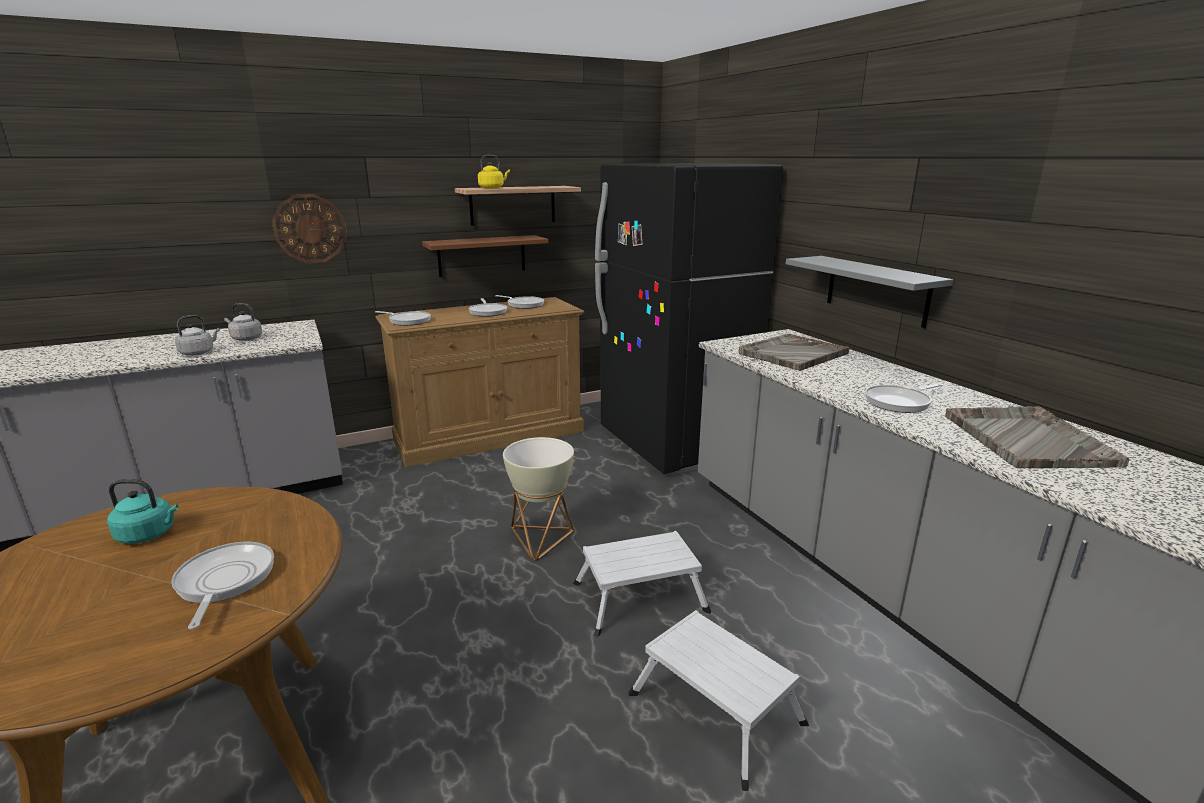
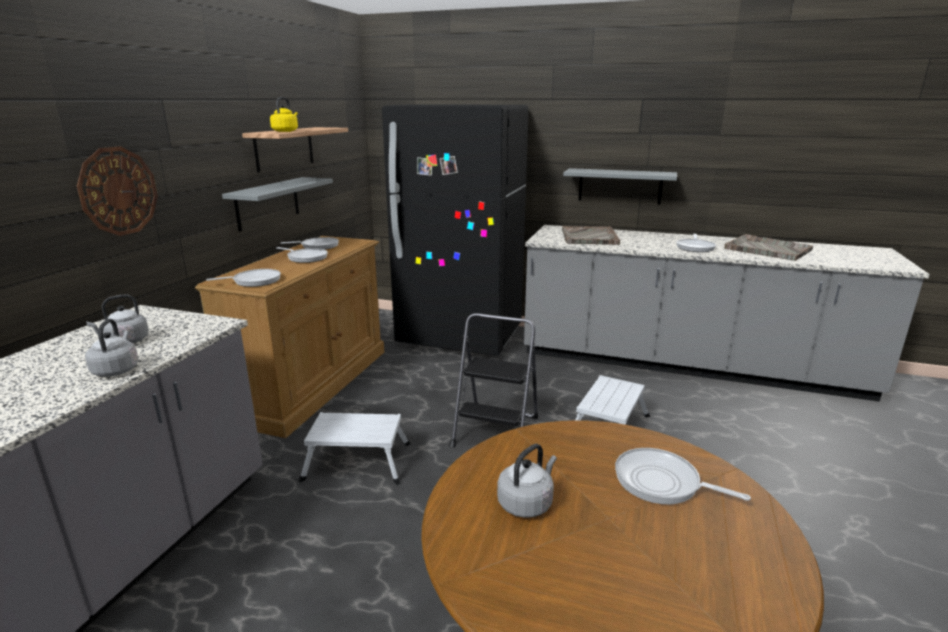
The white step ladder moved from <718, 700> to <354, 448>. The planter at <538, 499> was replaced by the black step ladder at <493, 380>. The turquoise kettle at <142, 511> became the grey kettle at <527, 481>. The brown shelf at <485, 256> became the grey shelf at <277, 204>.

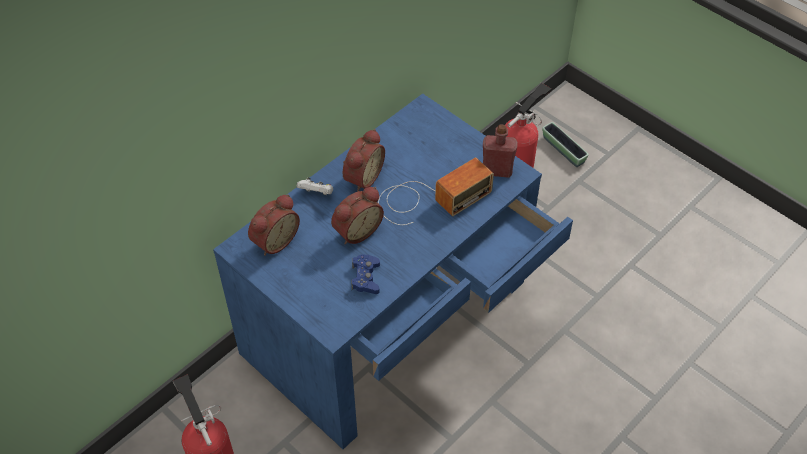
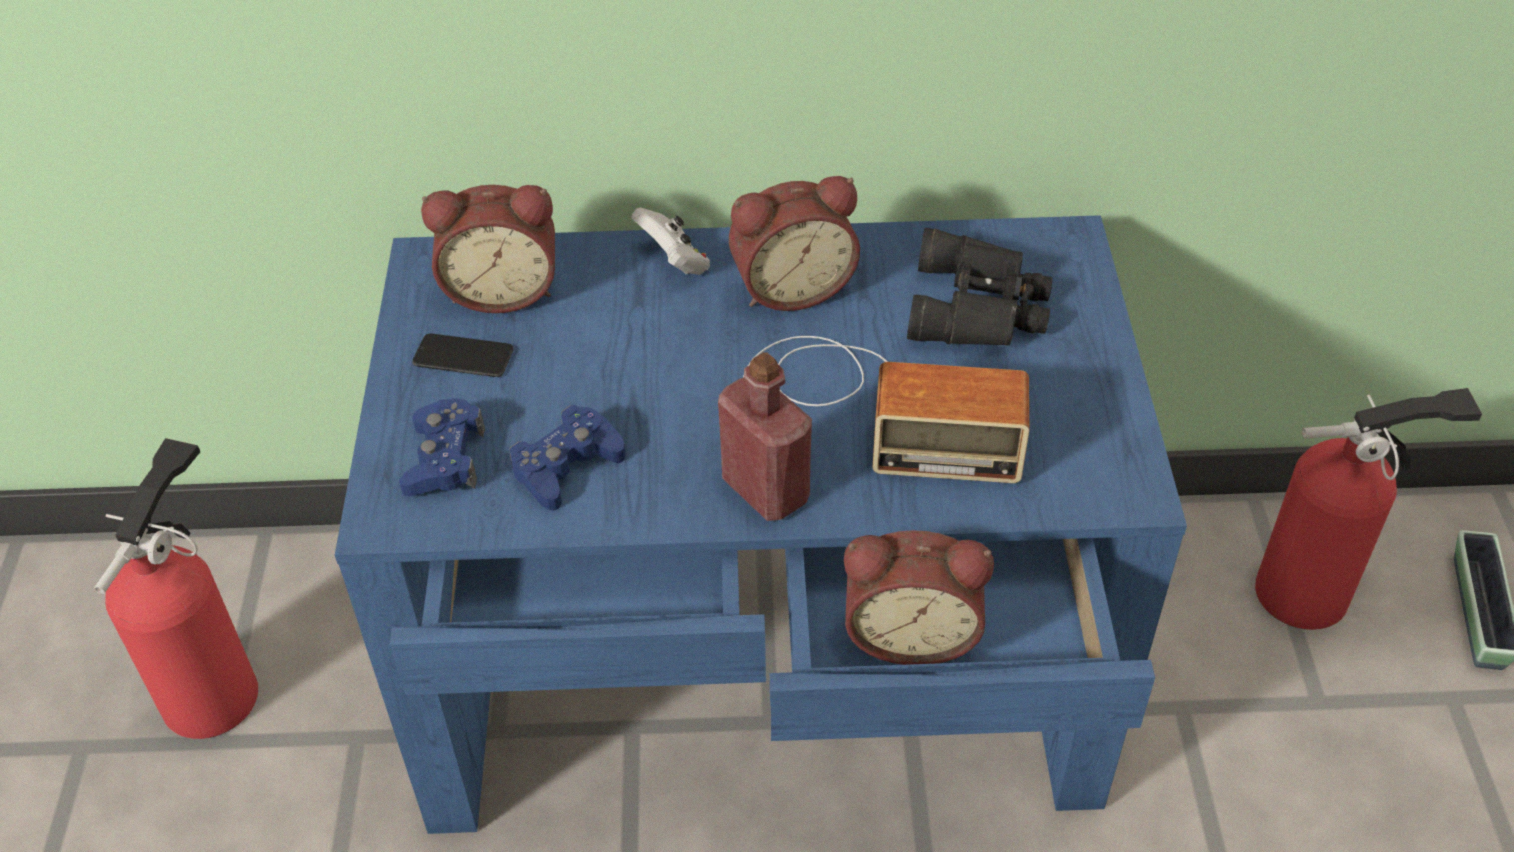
The blue game controller at <442, 447> appeared. The phone at <463, 355> appeared. The black binoculars at <979, 287> appeared. The alarm clock moved from <357, 216> to <919, 597>. The red bottle moved from <500, 151> to <765, 436>.

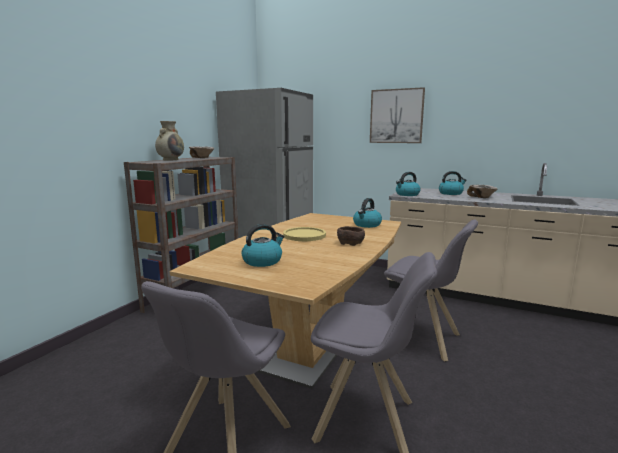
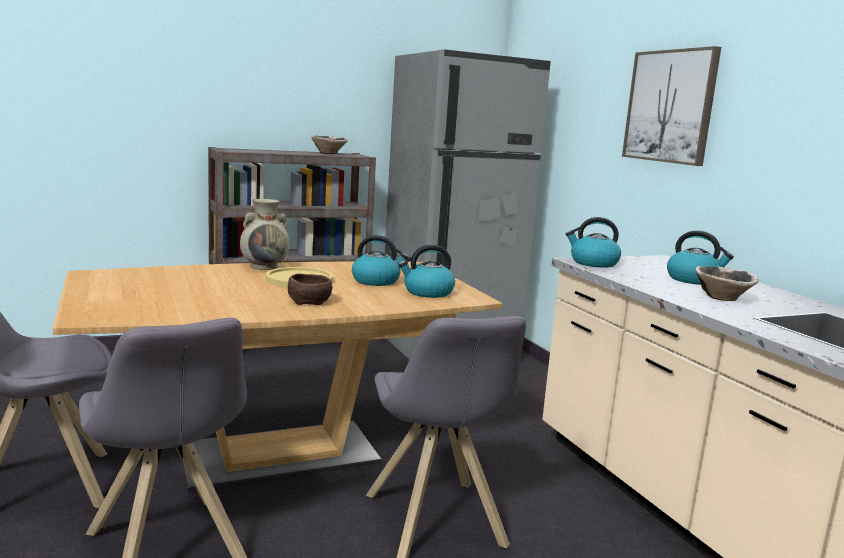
The beige vase moved from <169, 140> to <265, 234>. The kettle moved from <263, 245> to <380, 260>.

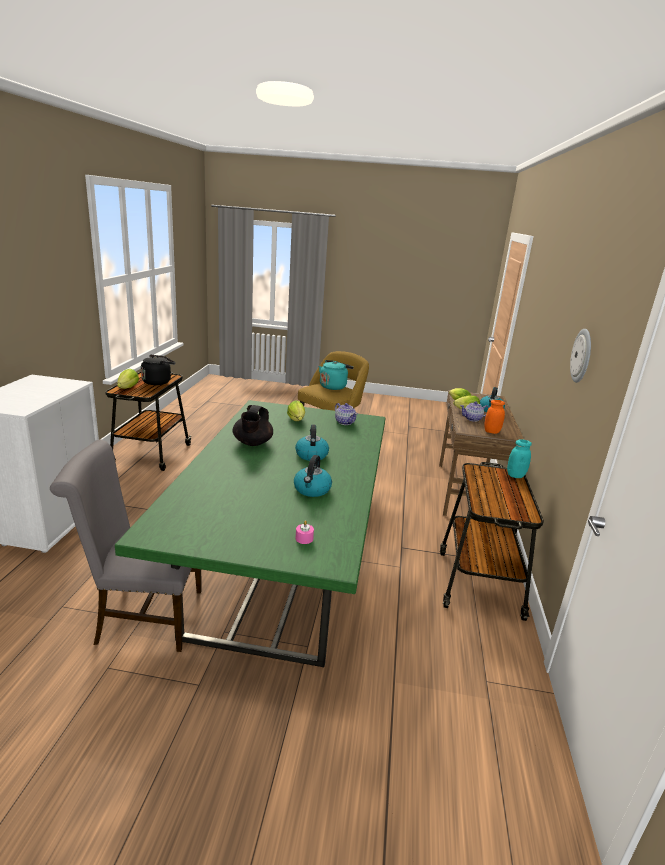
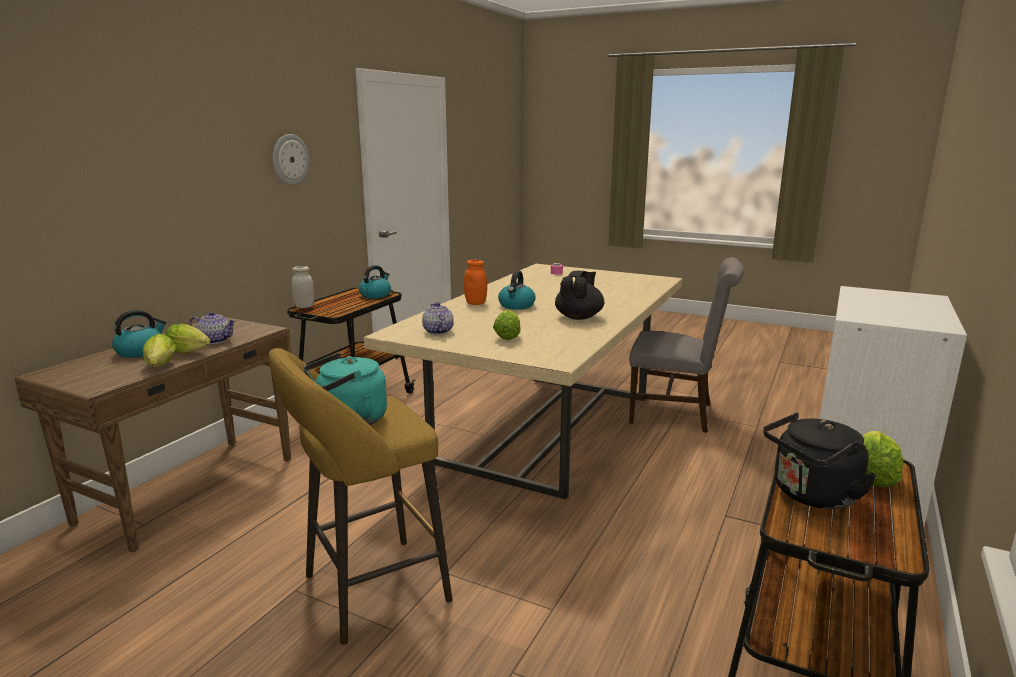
The kettle moved from <313, 476> to <375, 282>. The orange jar moved from <494, 417> to <475, 282>. The green dining table at <250, 533> became the beige dining table at <523, 381>. The turquoise jar at <519, 458> became the white jar at <302, 287>.

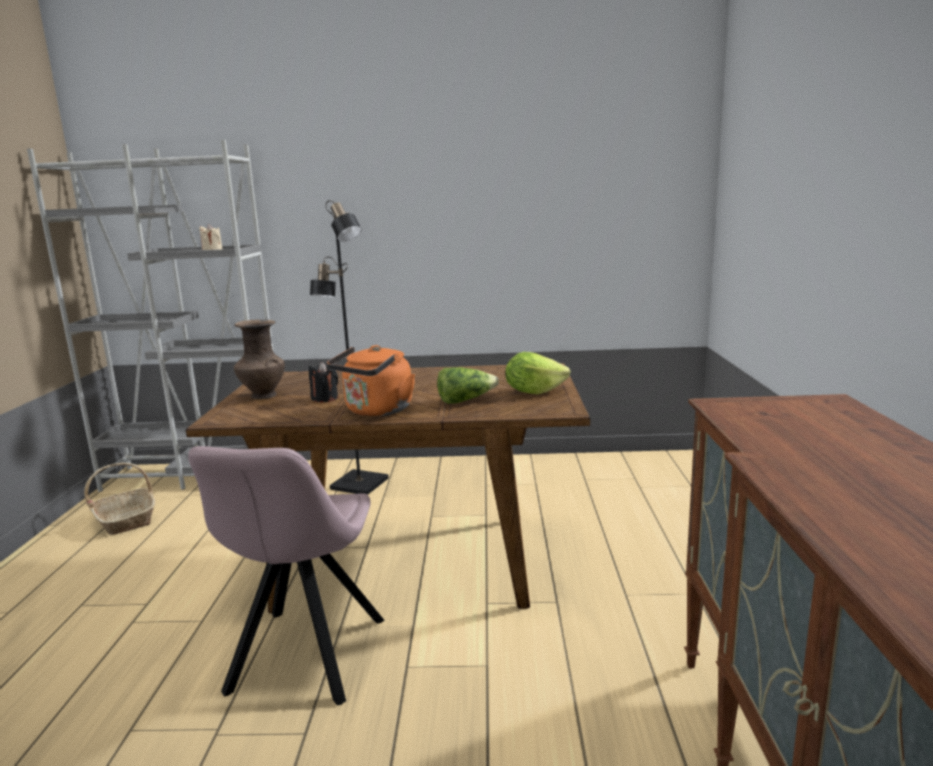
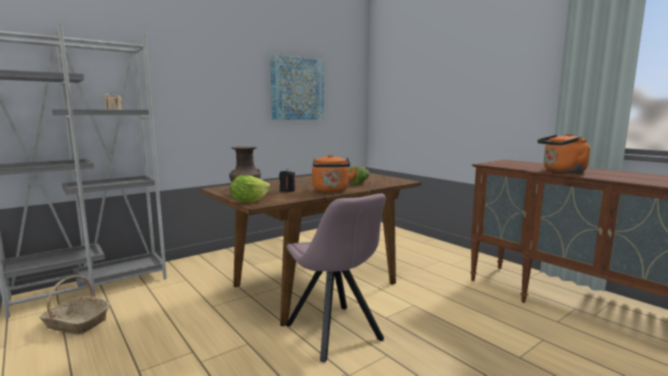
The black floor lamp at <349, 347> disappeared. The picture at <297, 87> appeared. The orange kettle at <563, 153> appeared. The lettuce moved from <538, 373> to <250, 188>.

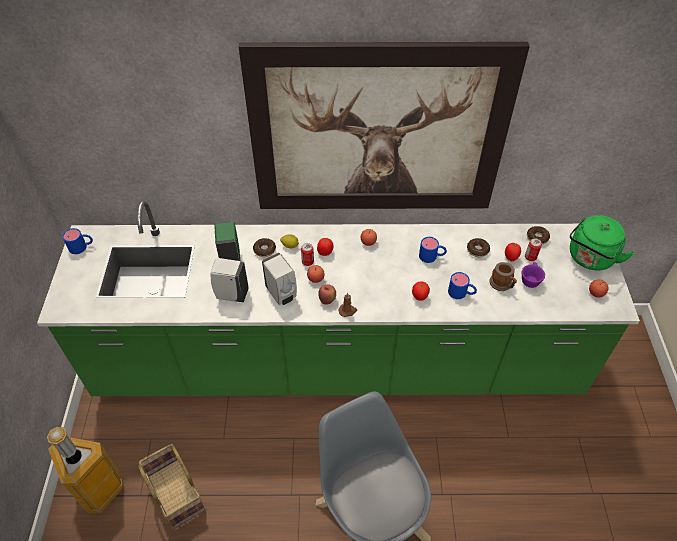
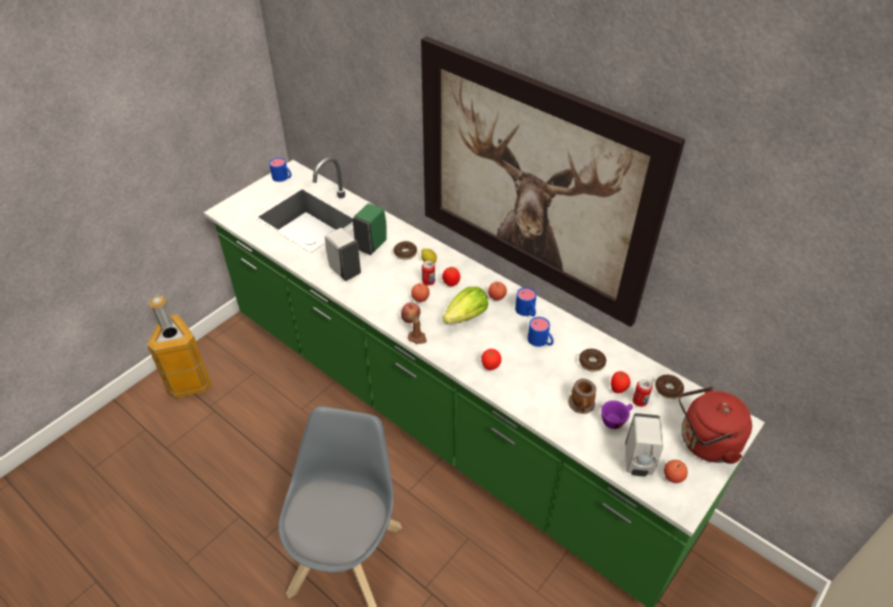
The basket at <171, 486> disappeared. The lettuce at <465, 305> appeared. The white soap dispenser moved from <279, 279> to <644, 444>. The blue mug moved from <462, 285> to <526, 301>. The green kettle at <602, 242> became the red kettle at <715, 425>.

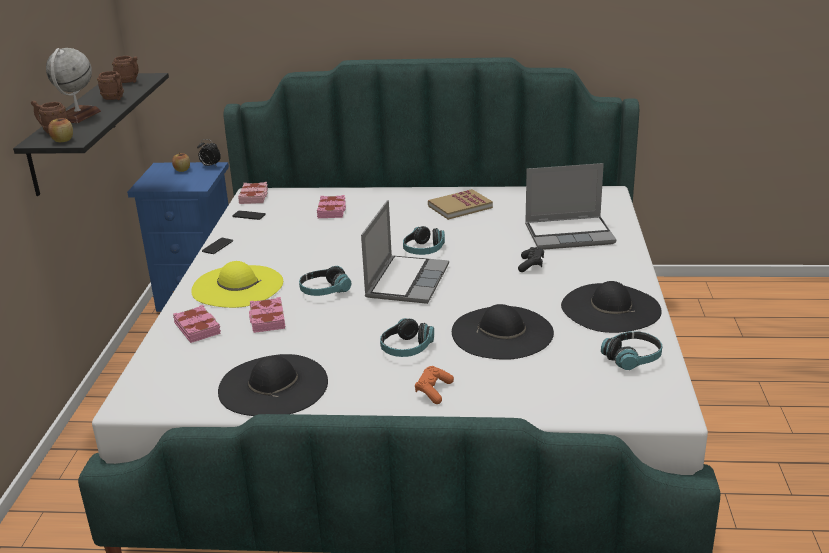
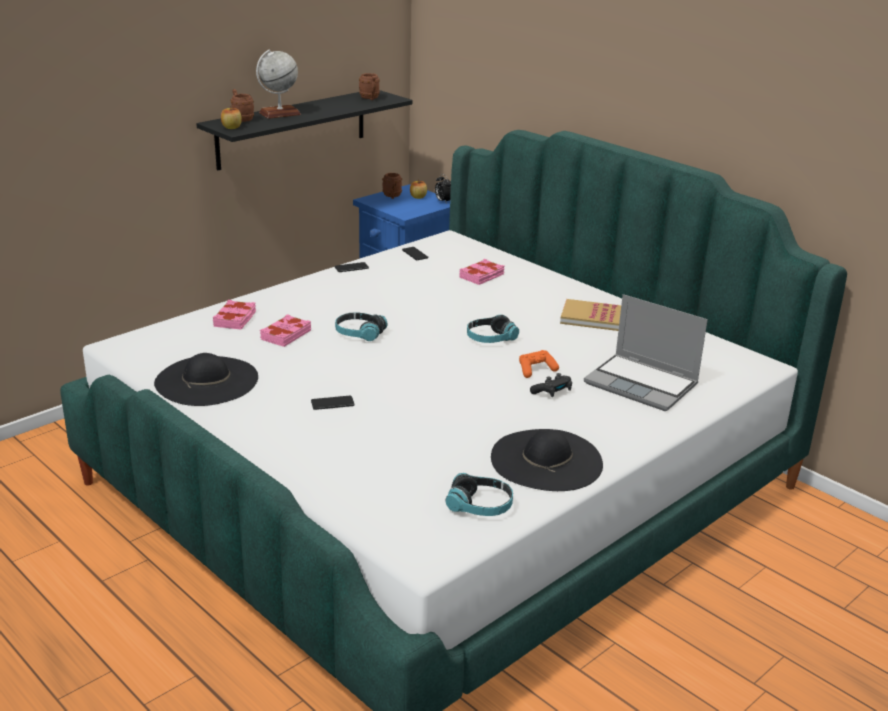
The yellow hat at <237, 284> disappeared. The pink book at <253, 193> disappeared. The laptop at <405, 252> disappeared. The black hat at <503, 332> disappeared. The brown mug moved from <110, 85> to <392, 186>. The orange game controller moved from <434, 385> to <539, 364>. The headphones at <407, 337> was replaced by the phone at <333, 403>.

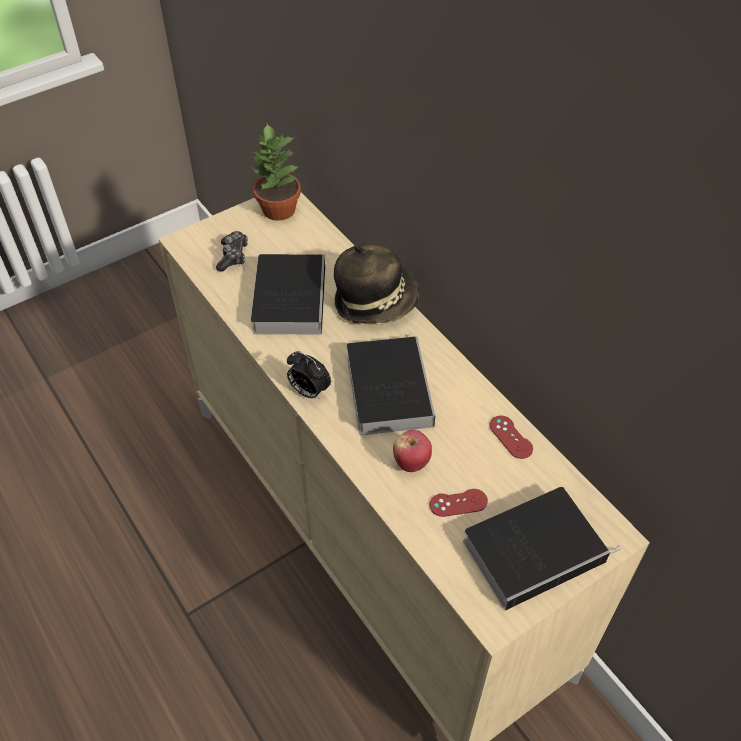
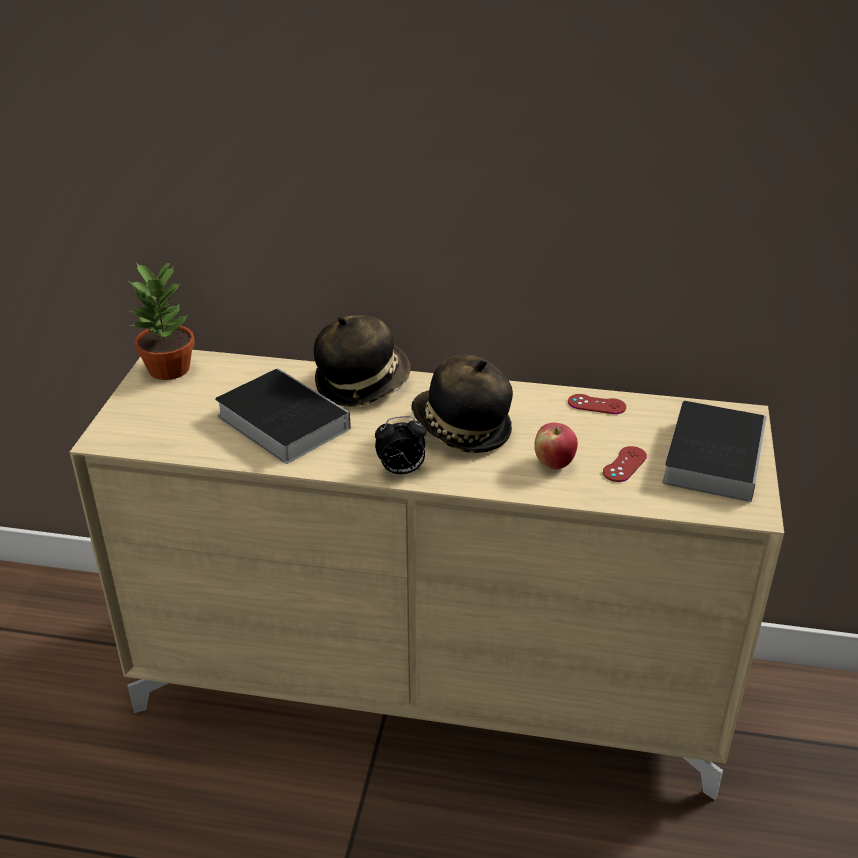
The game controller at <232, 251> disappeared. The book at <391, 384> was replaced by the hat at <462, 404>.

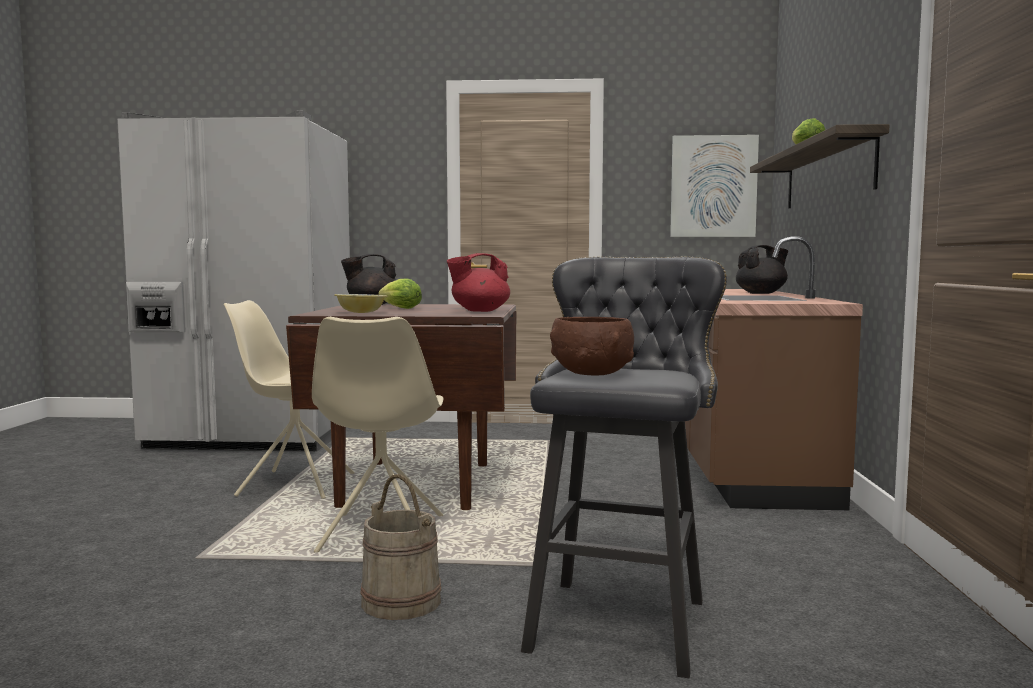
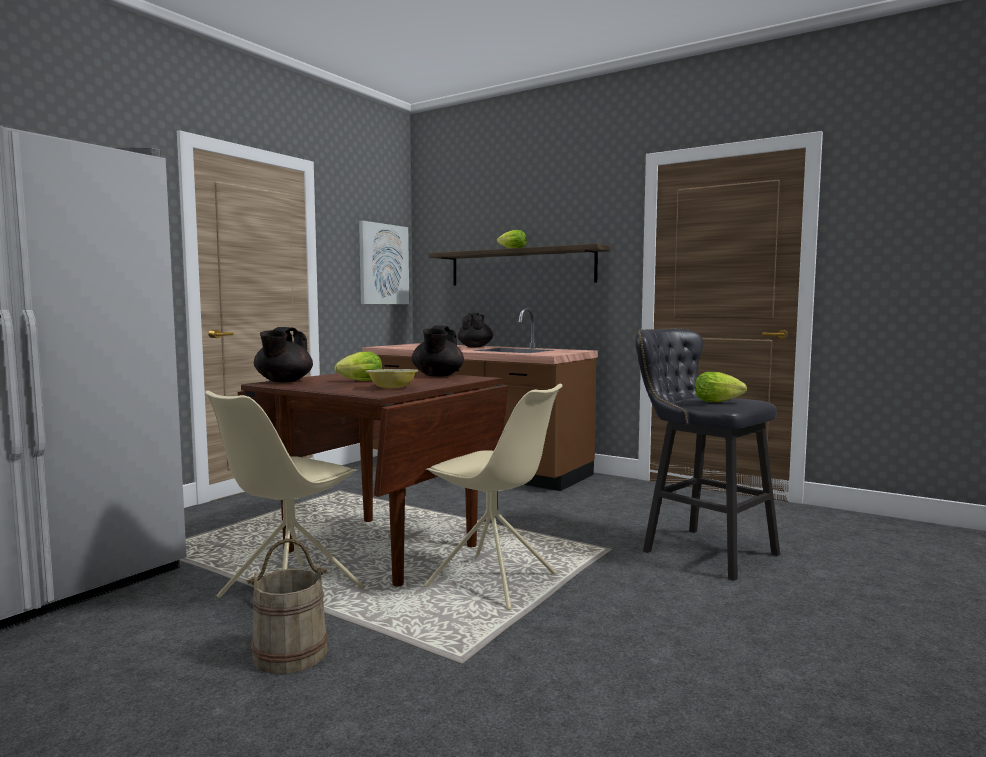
The beige bucket moved from <400, 547> to <287, 606>. The brown bowl at <592, 346> was replaced by the lettuce at <721, 387>. The red teapot at <478, 282> became the black teapot at <438, 351>.

